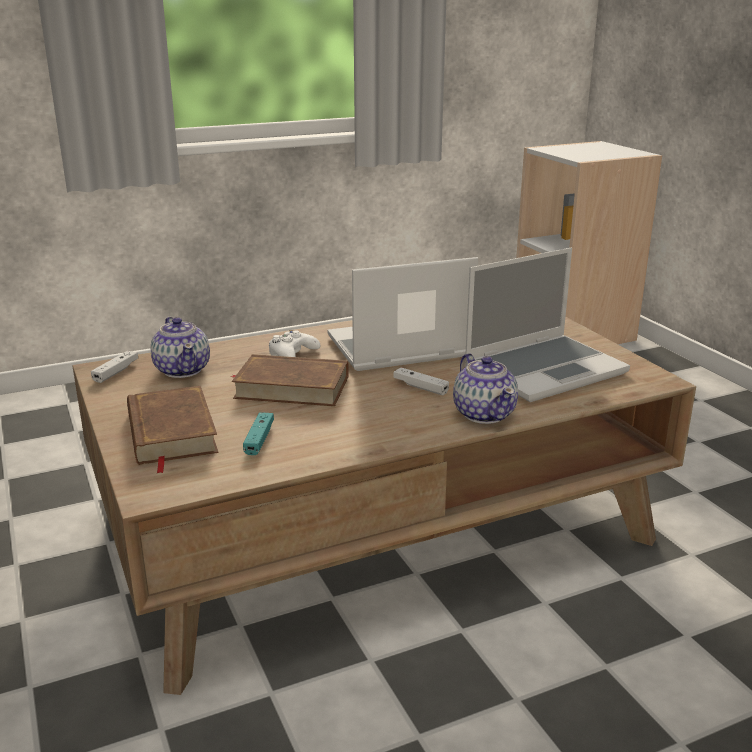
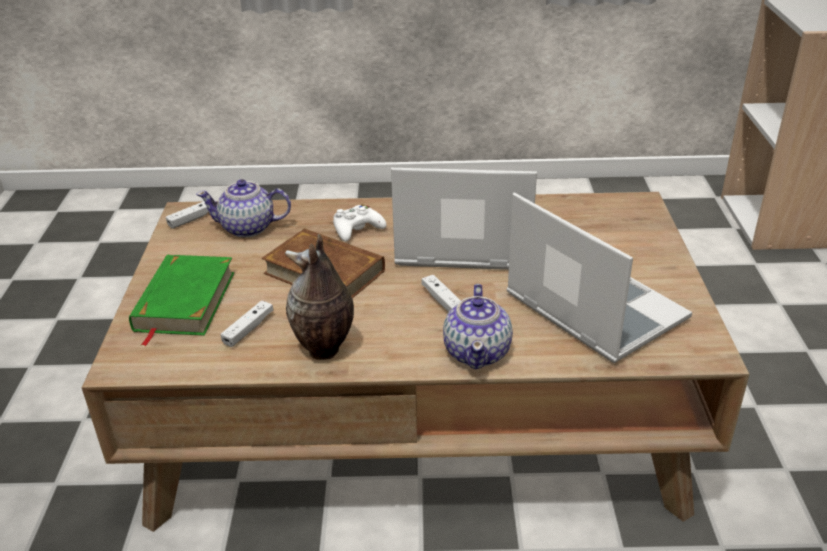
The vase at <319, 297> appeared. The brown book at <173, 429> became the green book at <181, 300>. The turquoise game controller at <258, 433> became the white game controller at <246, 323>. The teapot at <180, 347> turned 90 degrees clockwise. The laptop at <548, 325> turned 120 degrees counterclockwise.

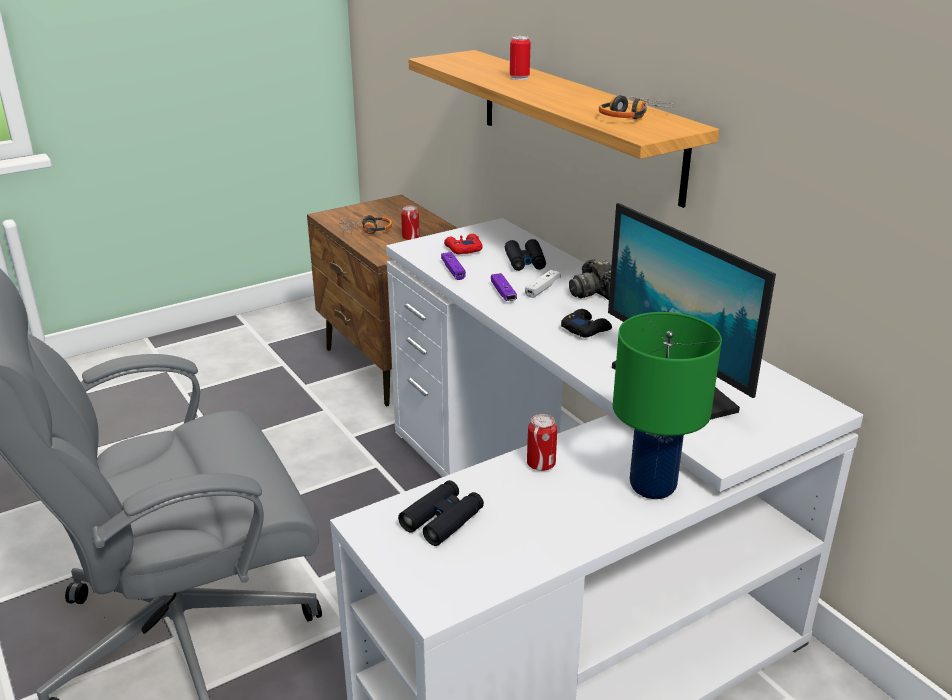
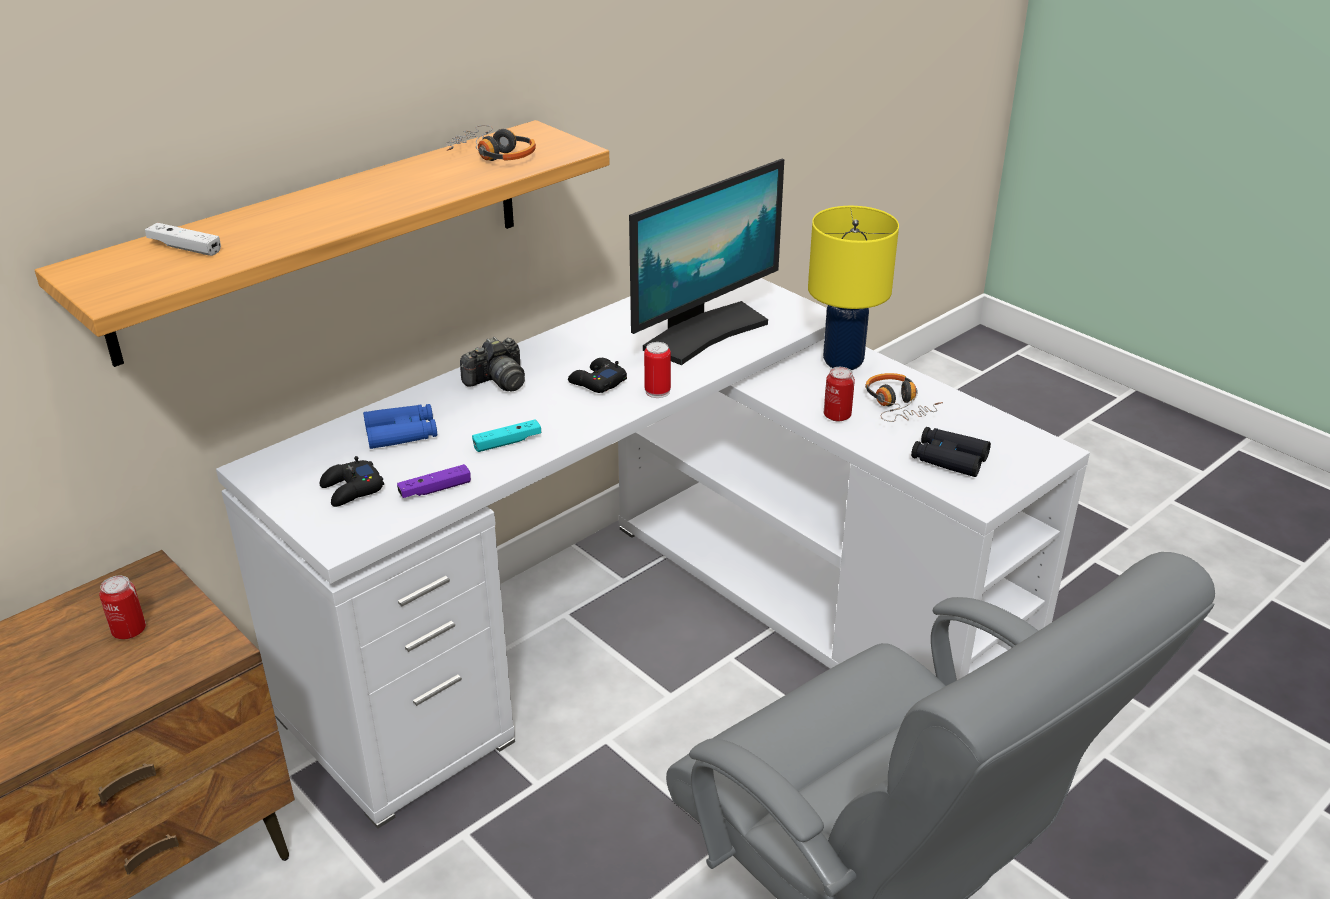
The headphones moved from <365, 224> to <904, 397>. The can moved from <520, 58> to <657, 370>. The white game controller moved from <542, 284> to <183, 239>. The red game controller at <463, 244> became the black game controller at <352, 481>. The purple game controller at <504, 287> became the turquoise game controller at <506, 435>. The black binoculars at <525, 255> became the blue binoculars at <400, 426>. The green table lamp at <667, 405> became the yellow table lamp at <853, 288>.

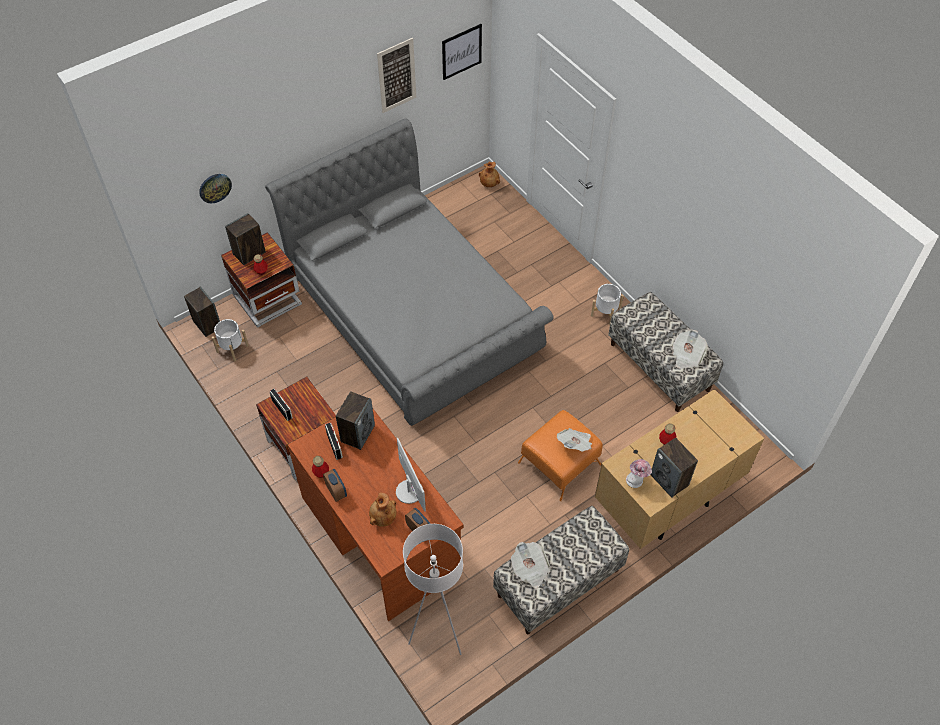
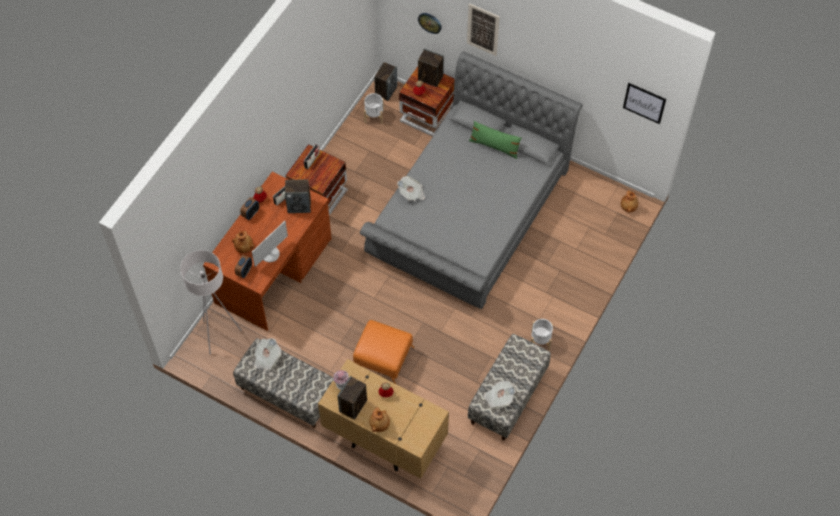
The brown vase at <379, 419> appeared. The green pillow at <495, 140> appeared. The picture moved from <396, 75> to <483, 29>. The newspaper moved from <574, 440> to <411, 188>.

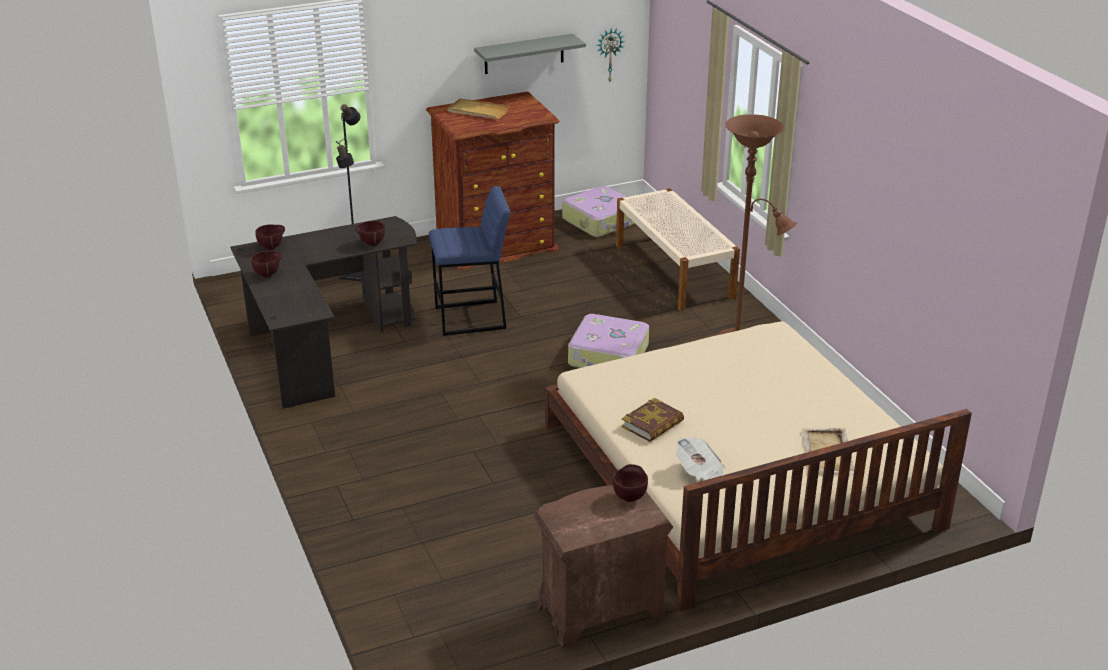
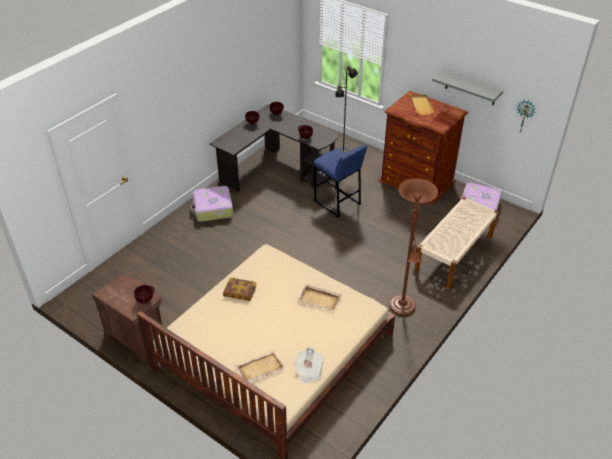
The beige tray at <319, 298> appeared. The suitcase moved from <608, 341> to <212, 204>. The newspaper moved from <700, 458> to <309, 365>.

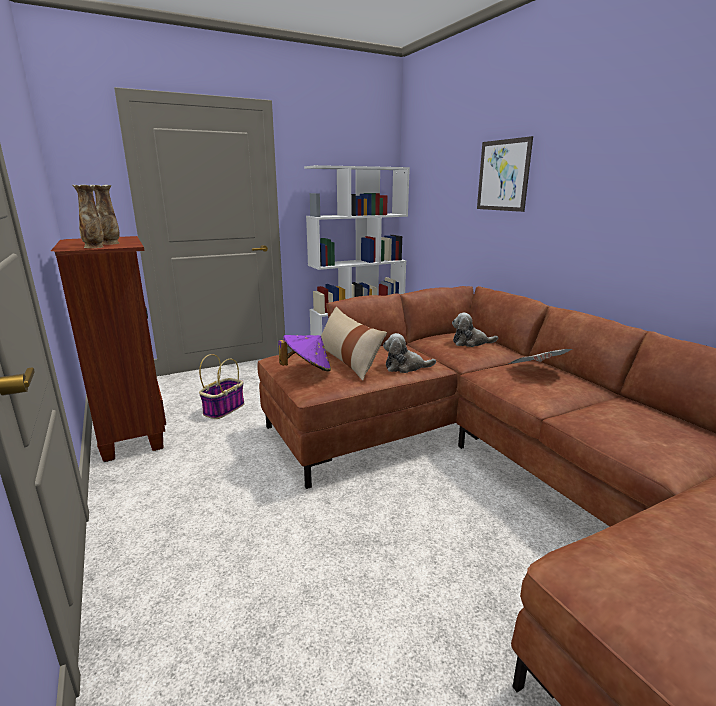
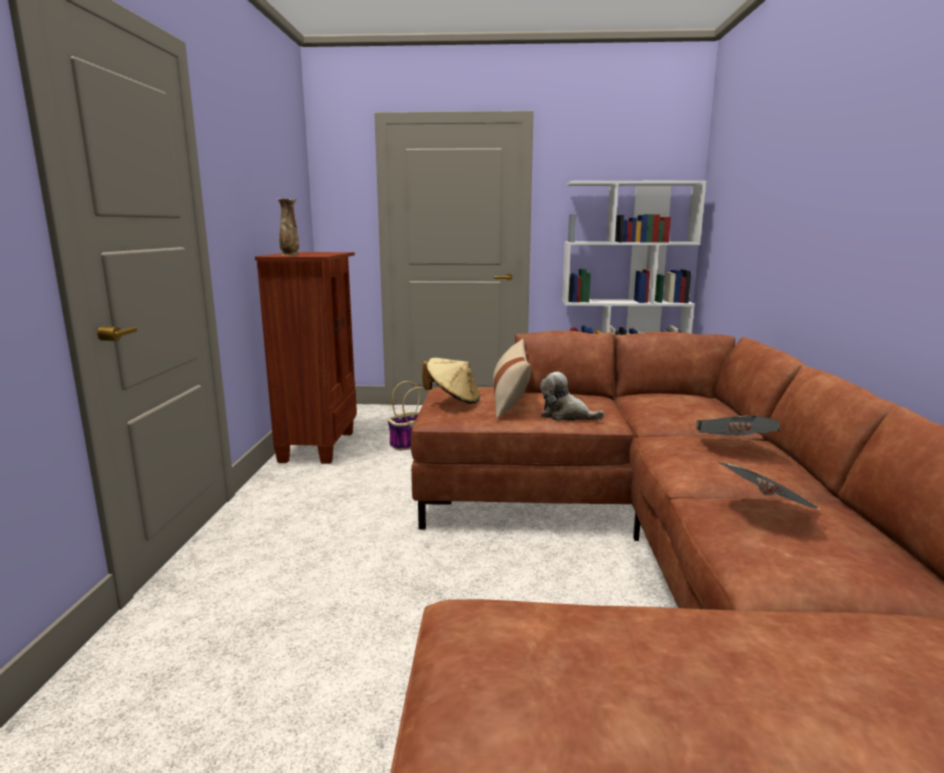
The vase at <106, 215> disappeared. The plush toy at <475, 330> disappeared. The picture at <505, 174> disappeared. The newspaper at <766, 485> appeared. The purple hat at <304, 353> became the beige hat at <451, 381>.

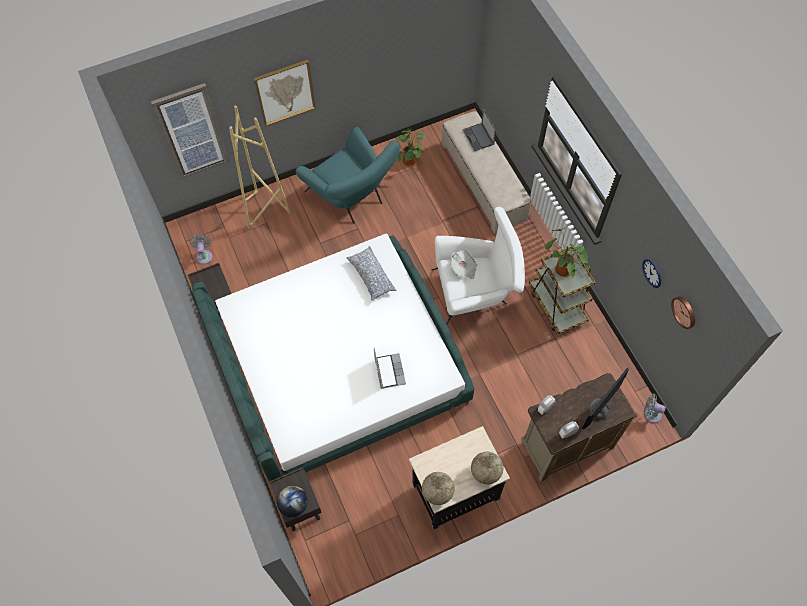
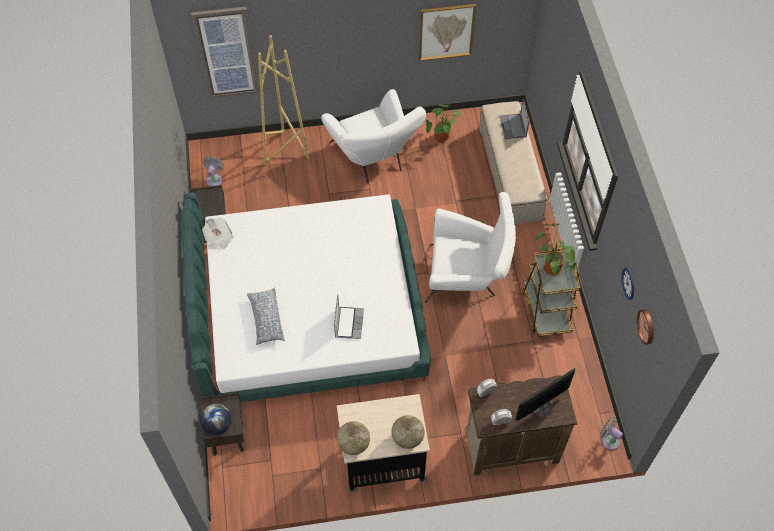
The picture moved from <285, 93> to <447, 32>. The pillow moved from <371, 273> to <266, 316>. The newspaper moved from <464, 264> to <218, 234>. The turquoise armchair at <348, 175> became the white armchair at <373, 136>.

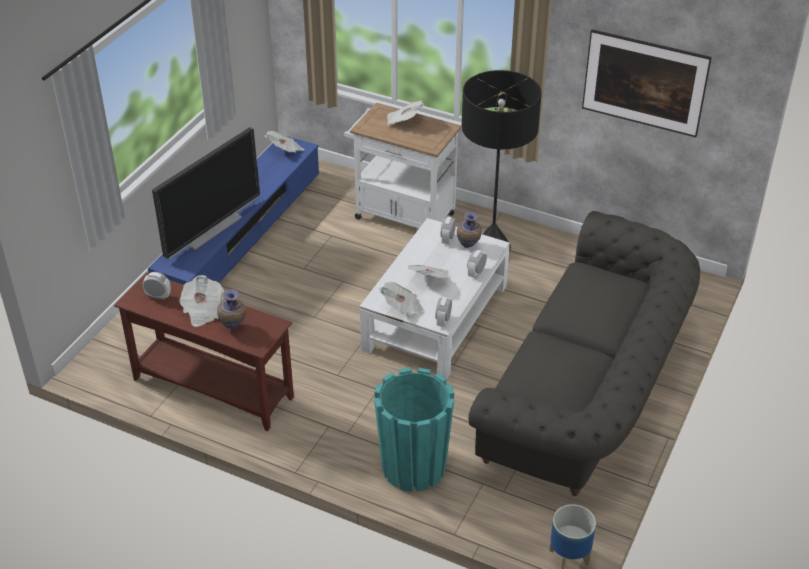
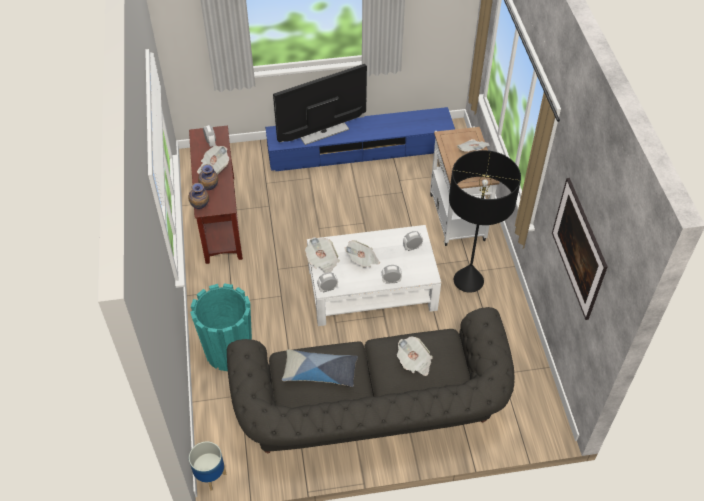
The pillow at <320, 368> appeared. The newspaper moved from <284, 141> to <415, 356>. The vase moved from <469, 230> to <198, 196>. The television at <206, 193> turned 150 degrees clockwise.

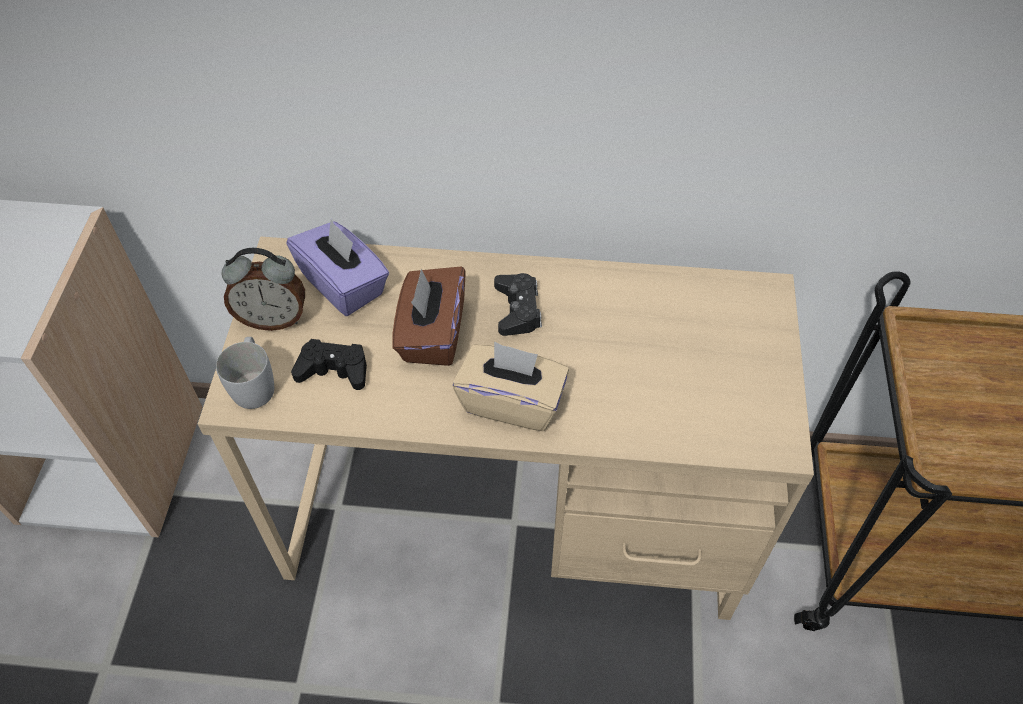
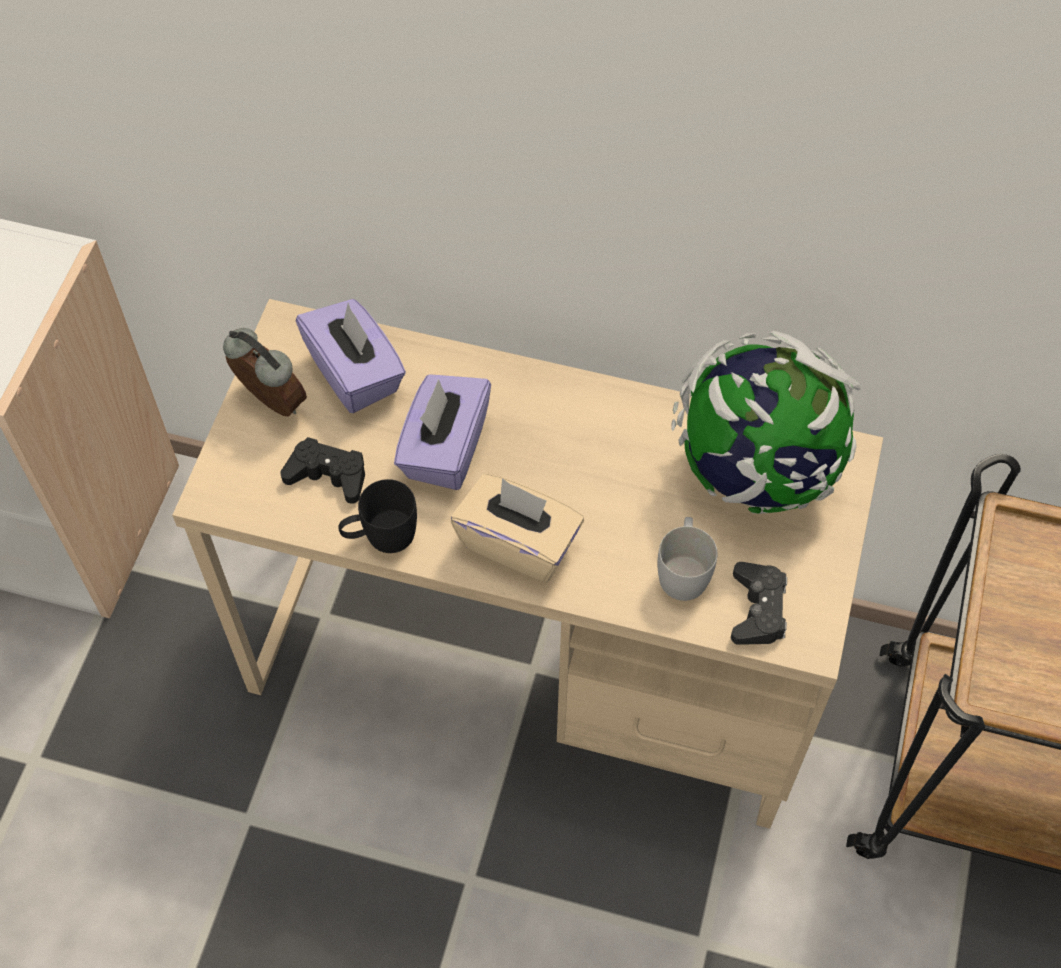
The black mug at <377, 516> appeared. The globe at <766, 422> appeared. The white mug moved from <245, 373> to <687, 559>. The black game controller moved from <518, 304> to <759, 603>. The brown tissue box at <429, 316> became the purple tissue box at <442, 432>. The alarm clock at <263, 289> turned 150 degrees counterclockwise.

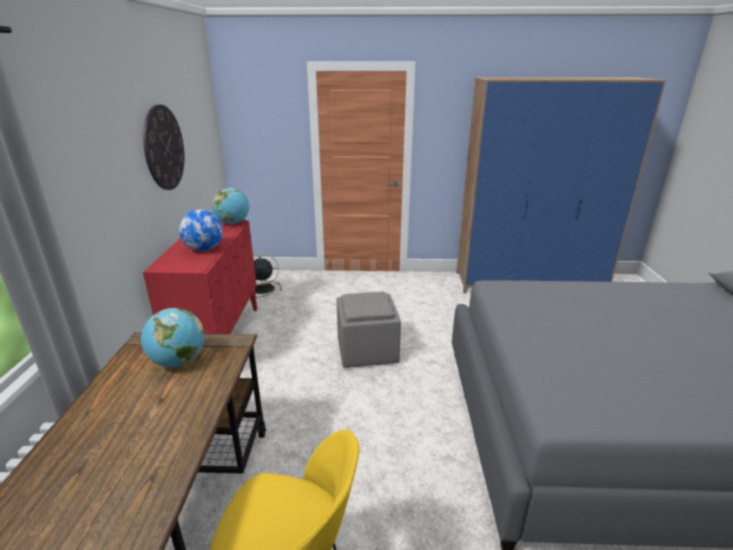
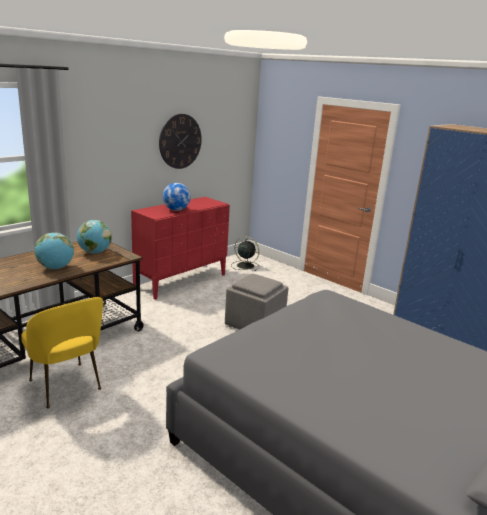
The globe moved from <230, 206> to <54, 251>.

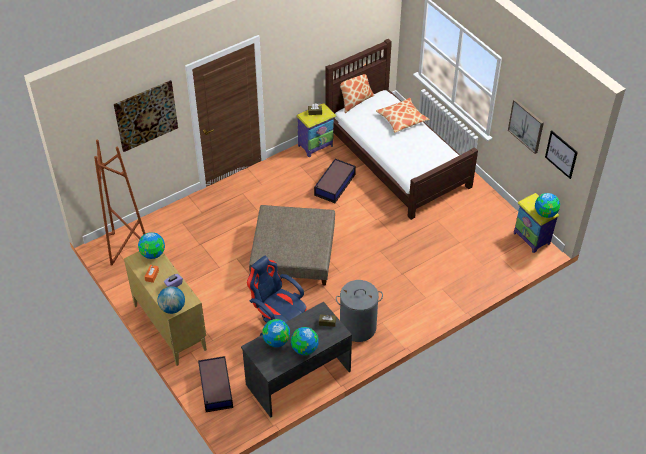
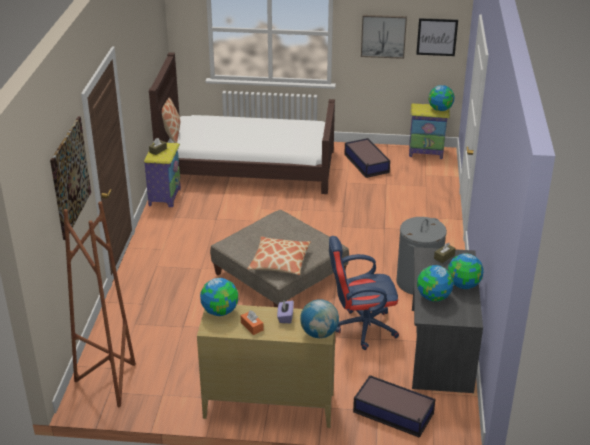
The storage box moved from <335, 181> to <367, 158>. The pillow moved from <403, 115> to <279, 255>.

